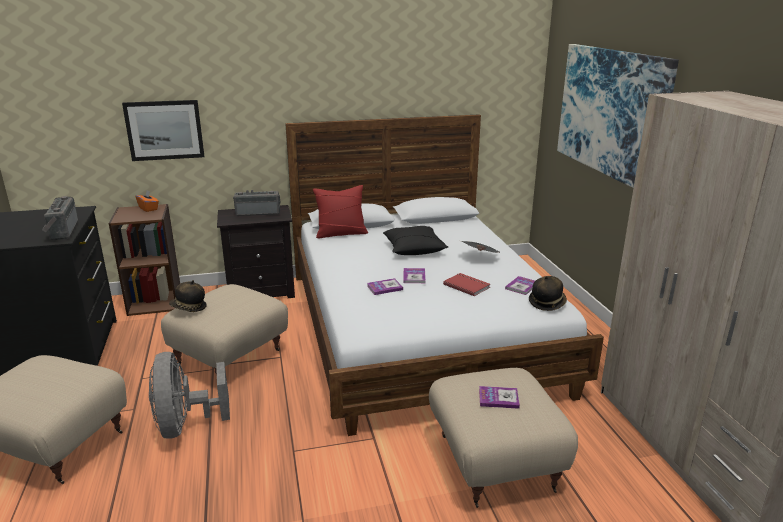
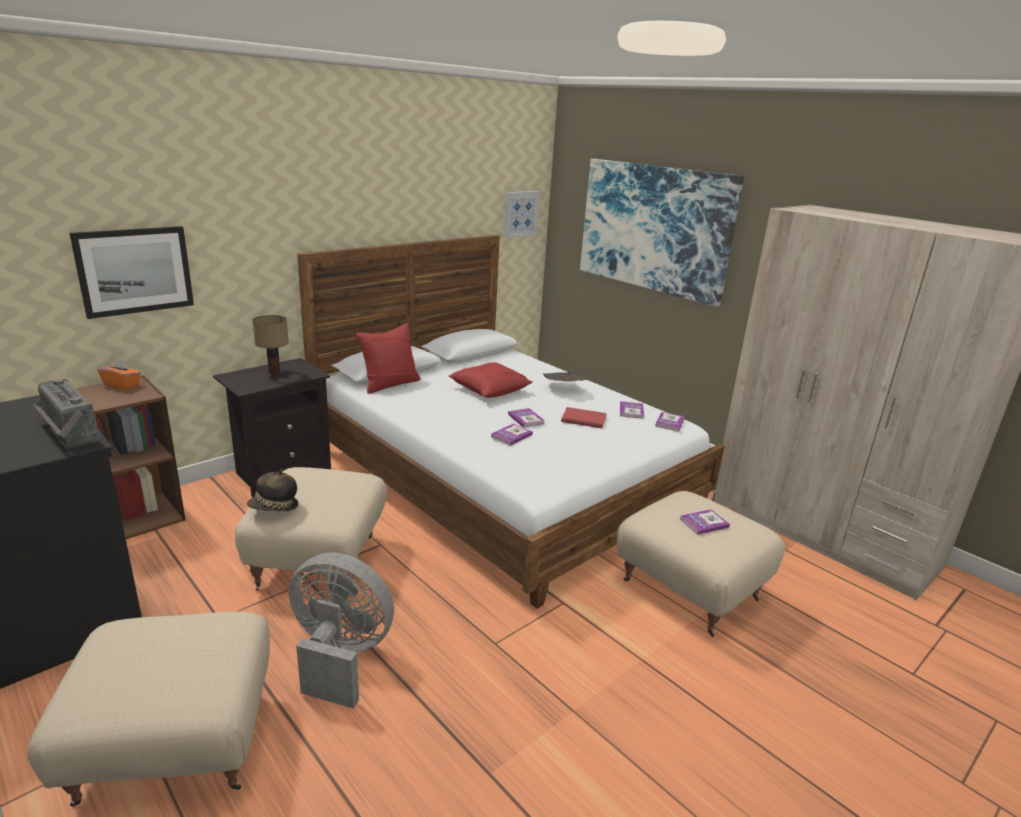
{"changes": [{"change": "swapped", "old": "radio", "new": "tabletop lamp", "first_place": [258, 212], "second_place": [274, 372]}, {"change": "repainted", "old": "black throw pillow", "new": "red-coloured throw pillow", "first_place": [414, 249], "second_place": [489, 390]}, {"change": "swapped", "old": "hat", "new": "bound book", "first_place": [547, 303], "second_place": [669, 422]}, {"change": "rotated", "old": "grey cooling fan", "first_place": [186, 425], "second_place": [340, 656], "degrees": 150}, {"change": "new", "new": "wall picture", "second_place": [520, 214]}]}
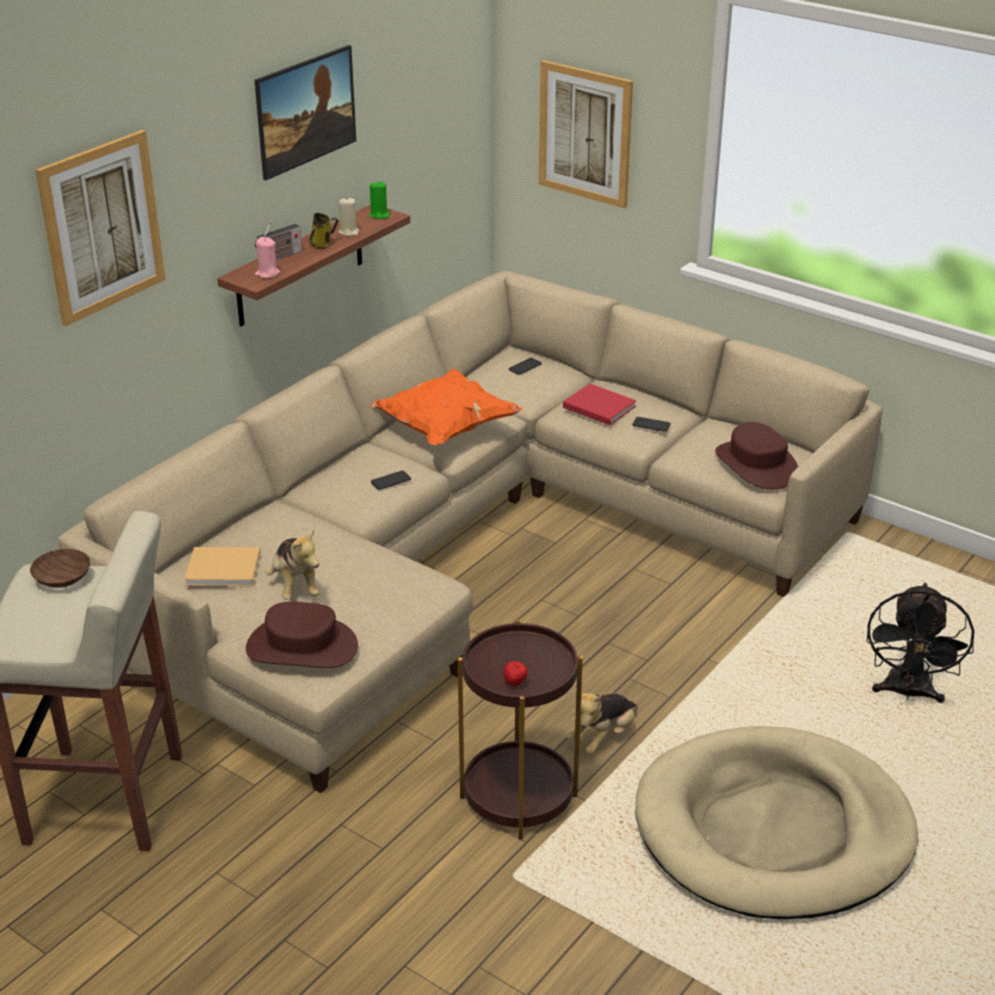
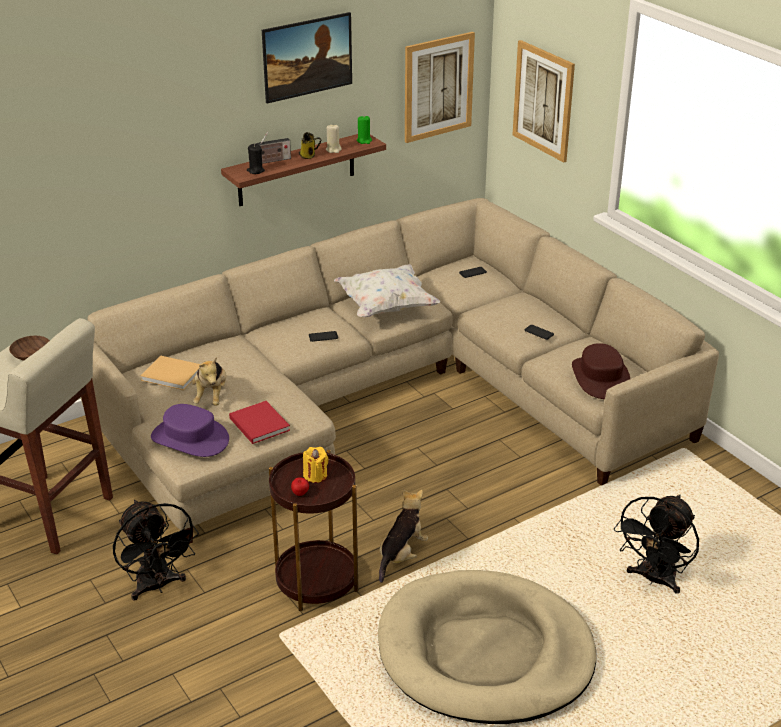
{"changes": [{"change": "shifted", "old": "wall picture", "first_place": [102, 227], "second_place": [438, 87]}, {"change": "repainted", "old": "pinkish wax candle", "new": "black wax candle", "first_place": [267, 274], "second_place": [255, 171]}, {"change": "repainted", "old": "orange-coloured throw pillow", "new": "whitish throw pillow", "first_place": [446, 428], "second_place": [386, 307]}, {"change": "shifted", "old": "red-coloured bound book", "first_place": [597, 406], "second_place": [258, 423]}, {"change": "repainted", "old": "brown hat", "new": "purple hat", "first_place": [302, 647], "second_place": [190, 438]}, {"change": "rotated", "old": "cuddly toy", "first_place": [603, 737], "second_place": [401, 555], "degrees": 150}, {"change": "new", "new": "yellow-coloured wax candle", "second_place": [315, 475]}, {"change": "new", "new": "black cooling fan", "second_place": [157, 586]}]}
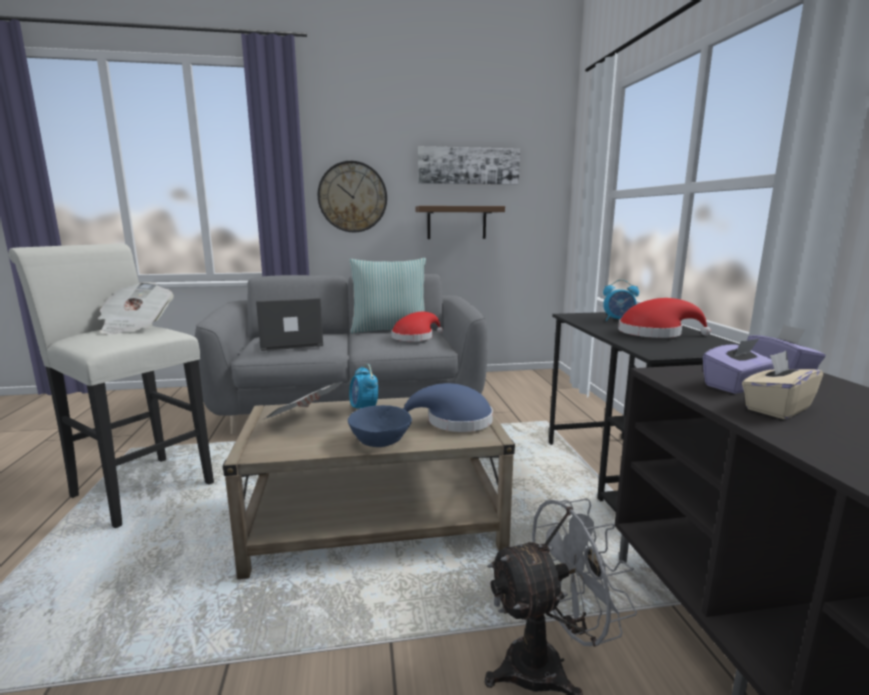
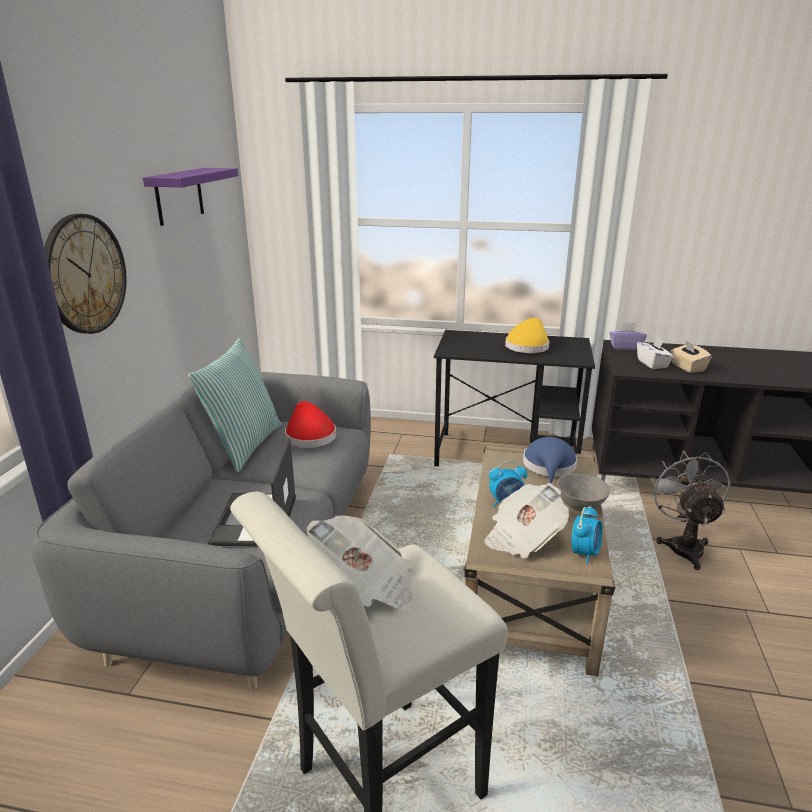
{"changes": [{"change": "swapped", "old": "wall picture", "new": "purple wall shelf", "first_place": [468, 166], "second_place": [179, 195]}, {"change": "gone", "old": "brown wall shelf", "first_place": [456, 222]}, {"change": "shifted", "old": "alarm clock", "first_place": [618, 320], "second_place": [584, 553]}, {"change": "repainted", "old": "red-coloured hat", "new": "yellow-coloured hat", "first_place": [655, 333], "second_place": [527, 346]}, {"change": "repainted", "old": "purple tissue holder", "new": "whitish tissue holder", "first_place": [735, 386], "second_place": [652, 364]}, {"change": "repainted", "old": "blue-coloured deep dish", "new": "grey deep dish", "first_place": [379, 442], "second_place": [581, 505]}]}
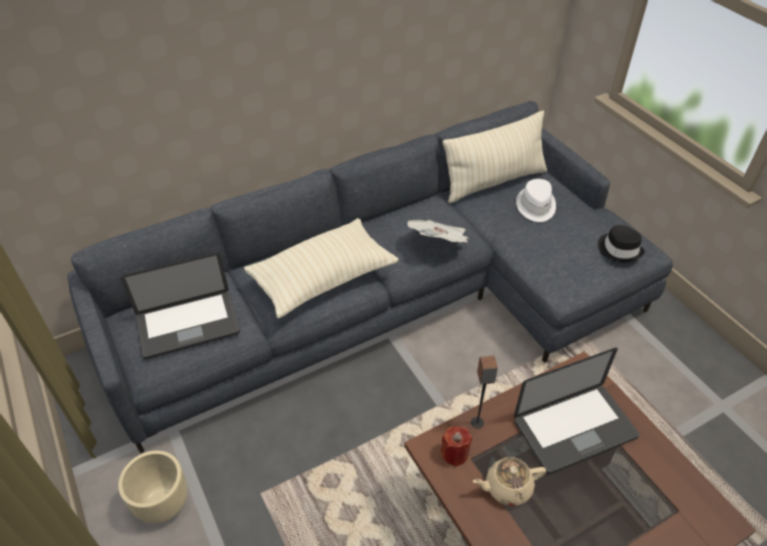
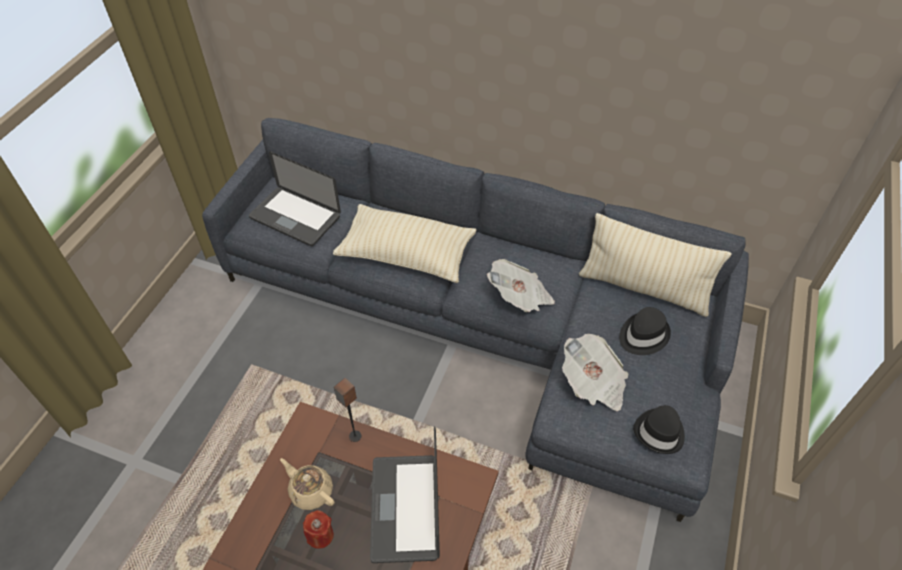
{"changes": [{"change": "repainted", "old": "whitish hat", "new": "black hat", "first_place": [535, 206], "second_place": [642, 335]}, {"change": "rotated", "old": "portable computer", "first_place": [574, 429], "second_place": [405, 508], "degrees": 60}, {"change": "shifted", "old": "red-coloured wax candle", "first_place": [455, 453], "second_place": [320, 535]}, {"change": "gone", "old": "beige-coloured flower pot", "first_place": [162, 504]}, {"change": "new", "new": "daily paper", "second_place": [593, 383]}]}
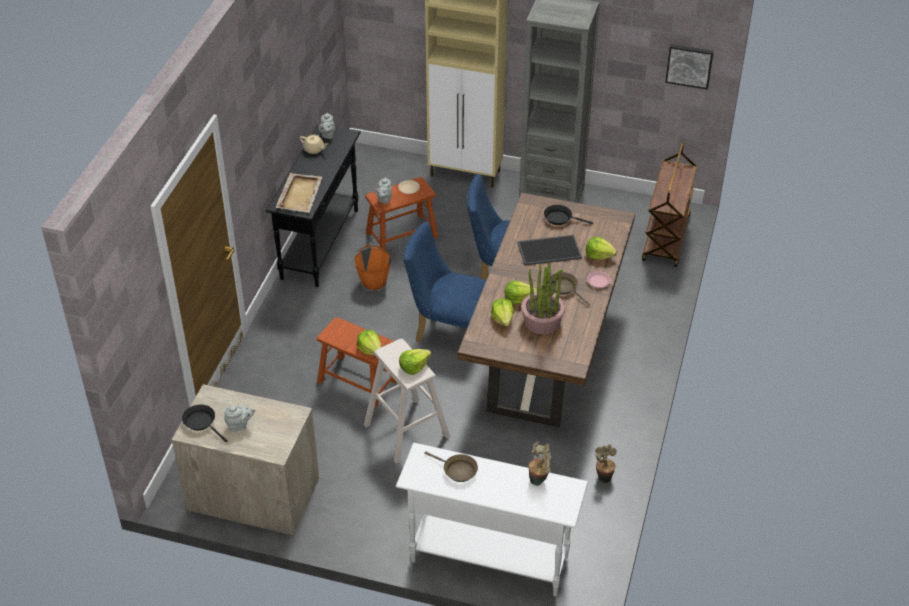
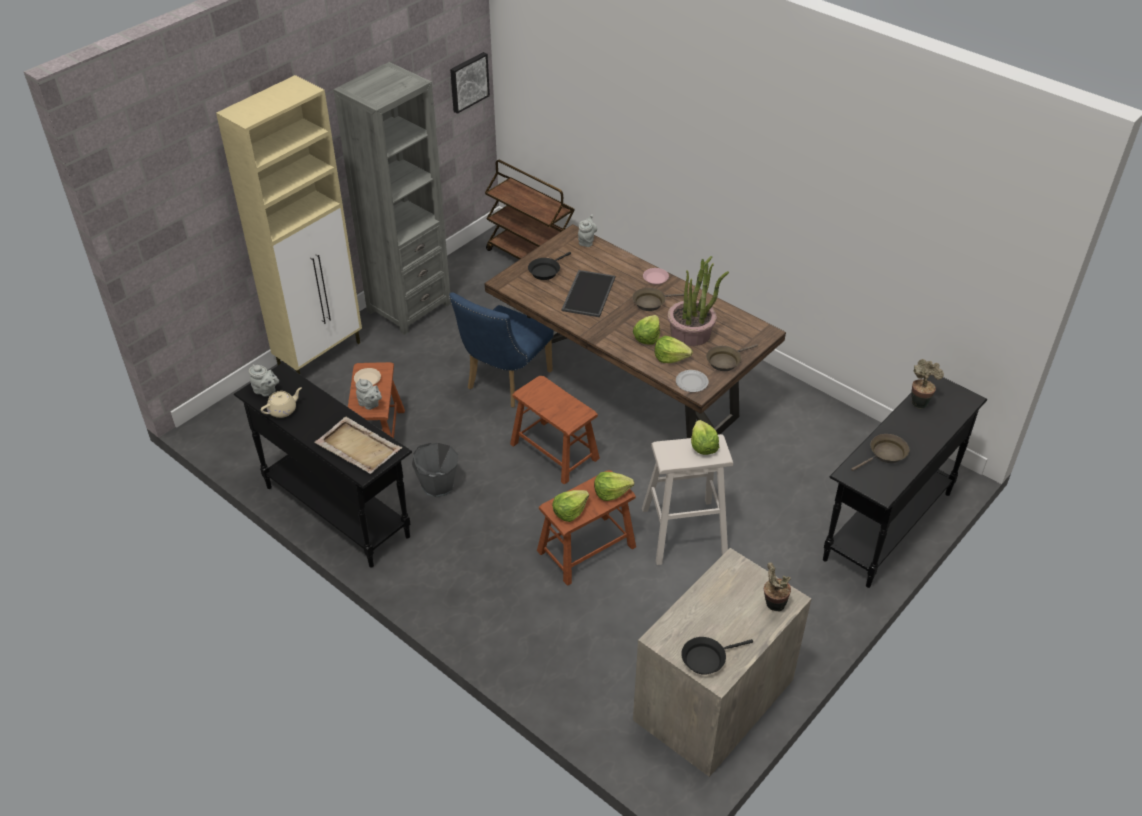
{"changes": [{"change": "swapped", "old": "blue-coloured plain chair", "new": "brown sitting stool", "first_place": [446, 330], "second_place": [554, 451]}, {"change": "shifted", "old": "lettuce head", "first_place": [599, 255], "second_place": [569, 511]}, {"change": "repainted", "old": "orange-coloured pail", "new": "grey pail", "first_place": [373, 282], "second_place": [437, 485]}, {"change": "shifted", "old": "grey teapot", "first_place": [239, 426], "second_place": [586, 241]}, {"change": "repainted", "old": "whitish narrow table", "new": "black narrow table", "first_place": [489, 558], "second_place": [886, 526]}, {"change": "shifted", "old": "plant in a pot", "first_place": [603, 476], "second_place": [773, 604]}, {"change": "new", "new": "brown skillet", "second_place": [725, 361]}, {"change": "new", "new": "flat dish", "second_place": [692, 383]}]}
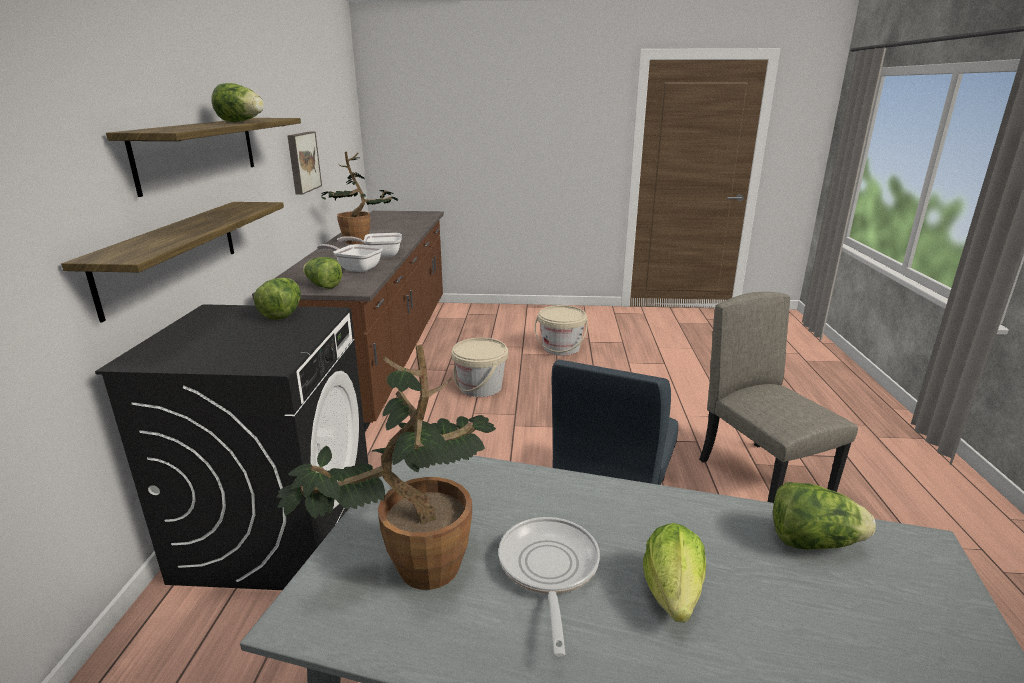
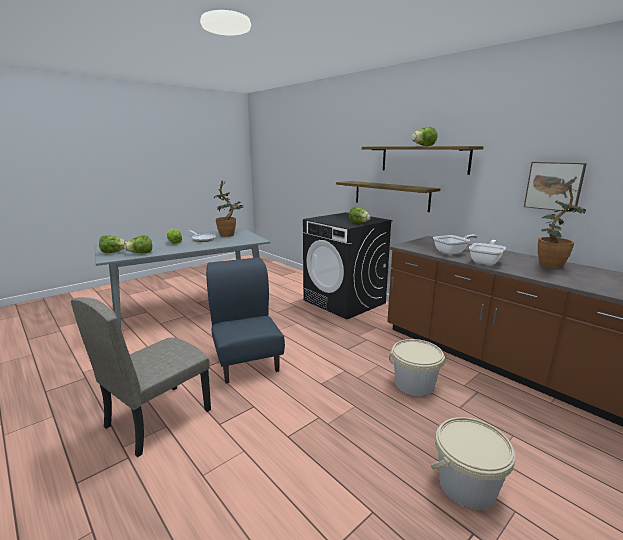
{"changes": [{"change": "shifted", "old": "lettuce head", "first_place": [323, 286], "second_place": [113, 252]}, {"change": "rotated", "old": "beige-coloured plain chair", "first_place": [764, 477], "second_place": [158, 417], "degrees": 105}]}
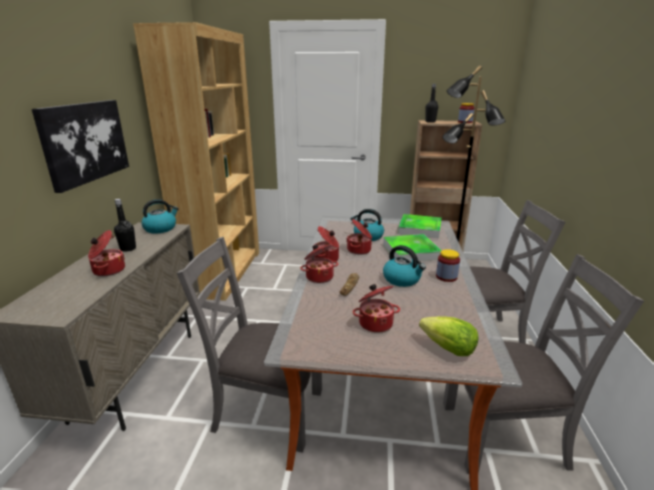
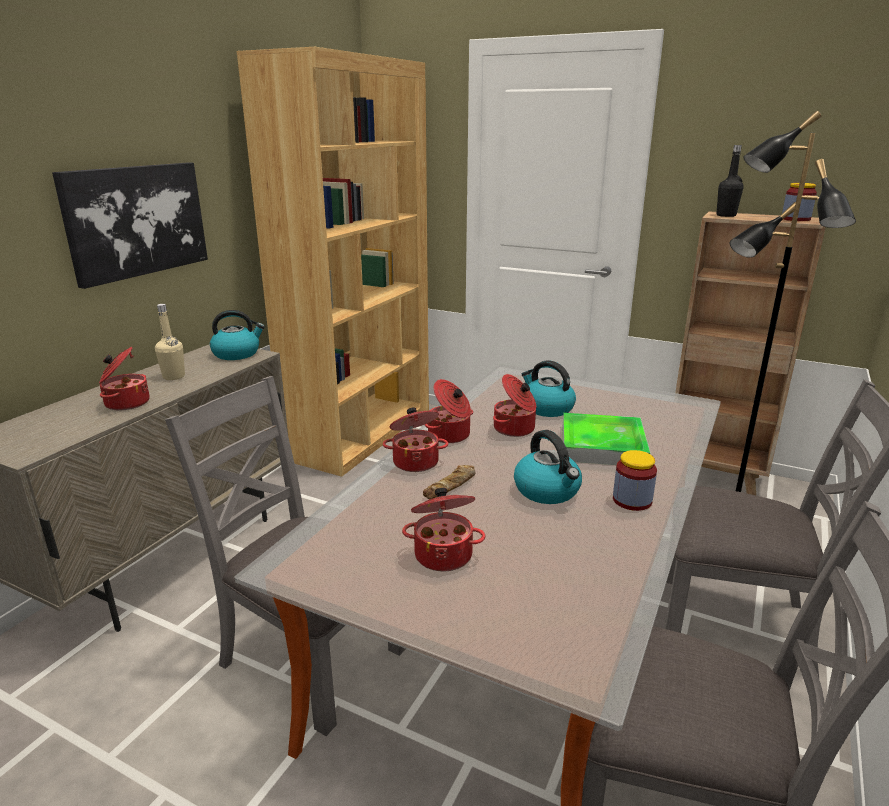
{"changes": [{"change": "repainted", "old": "black bottle", "new": "beige-coloured bottle", "first_place": [128, 248], "second_place": [174, 376]}, {"change": "gone", "old": "tray", "first_place": [420, 229]}, {"change": "gone", "old": "lettuce head", "first_place": [448, 349]}]}
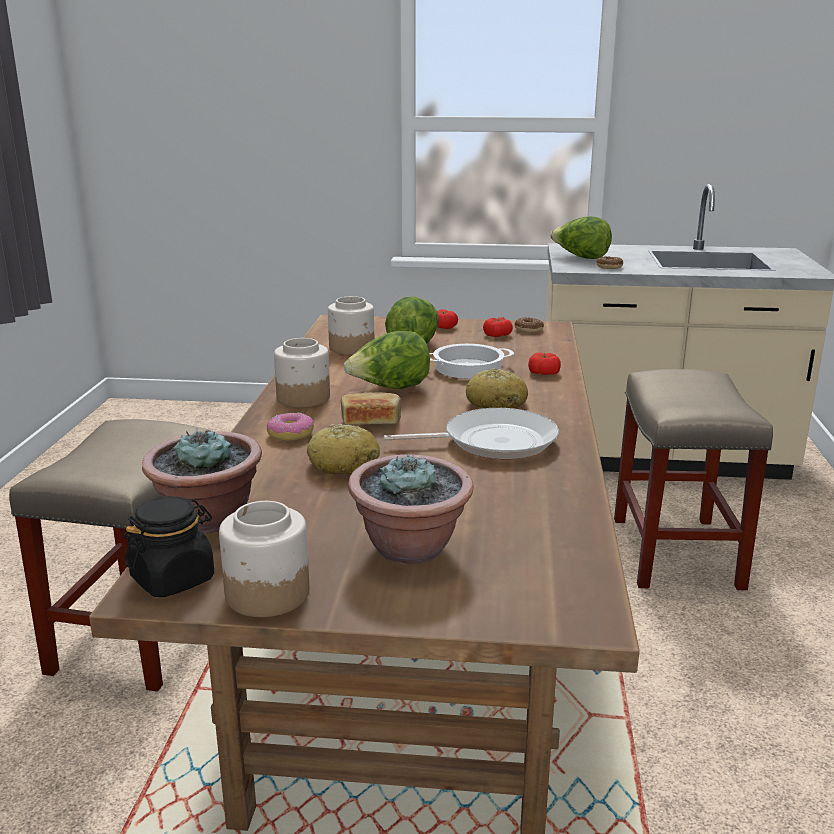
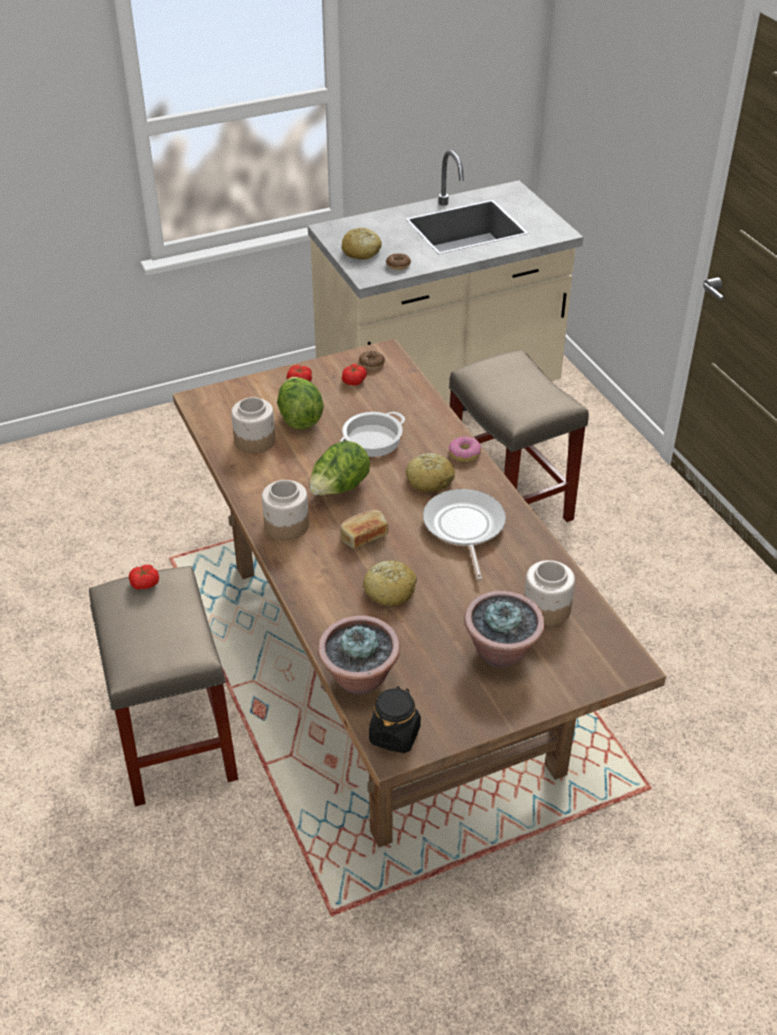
{"changes": [{"change": "swapped", "old": "lettuce head", "new": "baked bread", "first_place": [581, 258], "second_place": [361, 252]}, {"change": "shifted", "old": "fresh tomato", "first_place": [544, 373], "second_place": [145, 583]}, {"change": "rotated", "old": "skillet", "first_place": [493, 442], "second_place": [464, 528], "degrees": -60}, {"change": "shifted", "old": "doughnut", "first_place": [291, 434], "second_place": [464, 454]}, {"change": "shifted", "old": "storage jar", "first_place": [266, 593], "second_place": [546, 608]}]}
